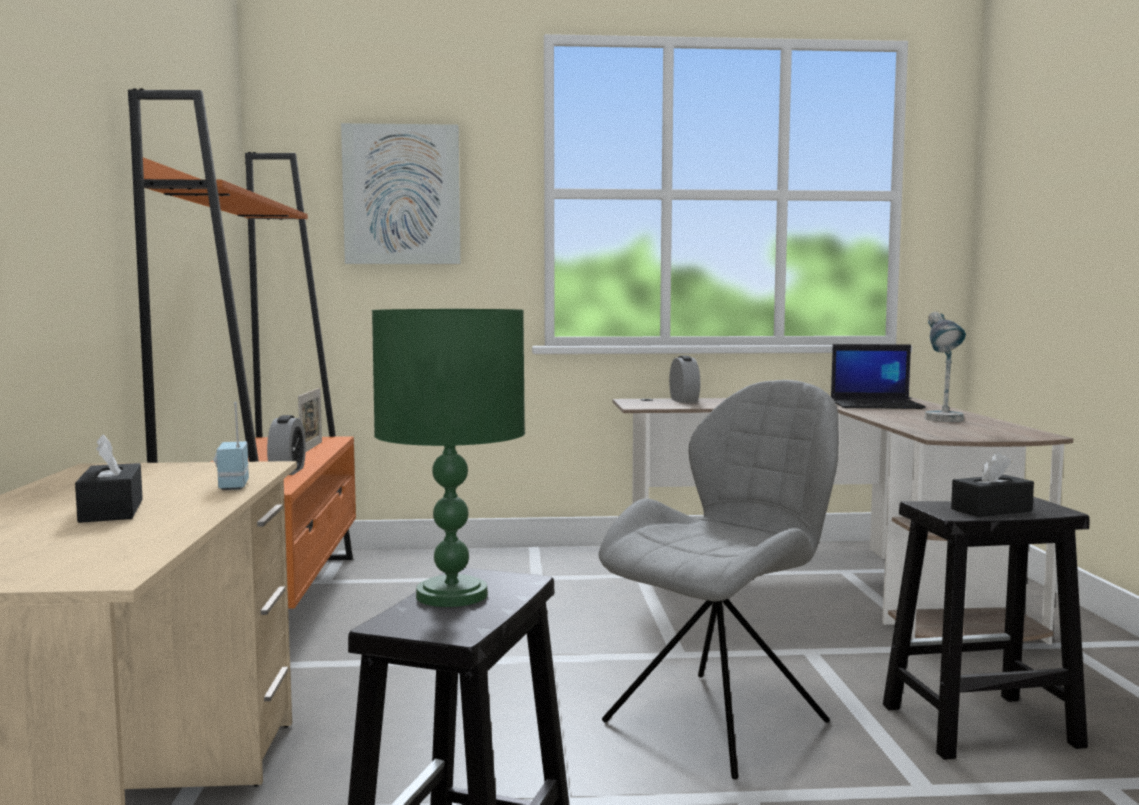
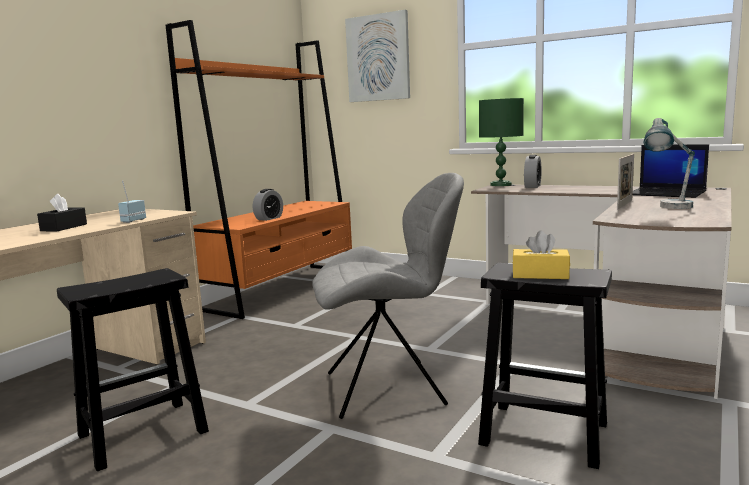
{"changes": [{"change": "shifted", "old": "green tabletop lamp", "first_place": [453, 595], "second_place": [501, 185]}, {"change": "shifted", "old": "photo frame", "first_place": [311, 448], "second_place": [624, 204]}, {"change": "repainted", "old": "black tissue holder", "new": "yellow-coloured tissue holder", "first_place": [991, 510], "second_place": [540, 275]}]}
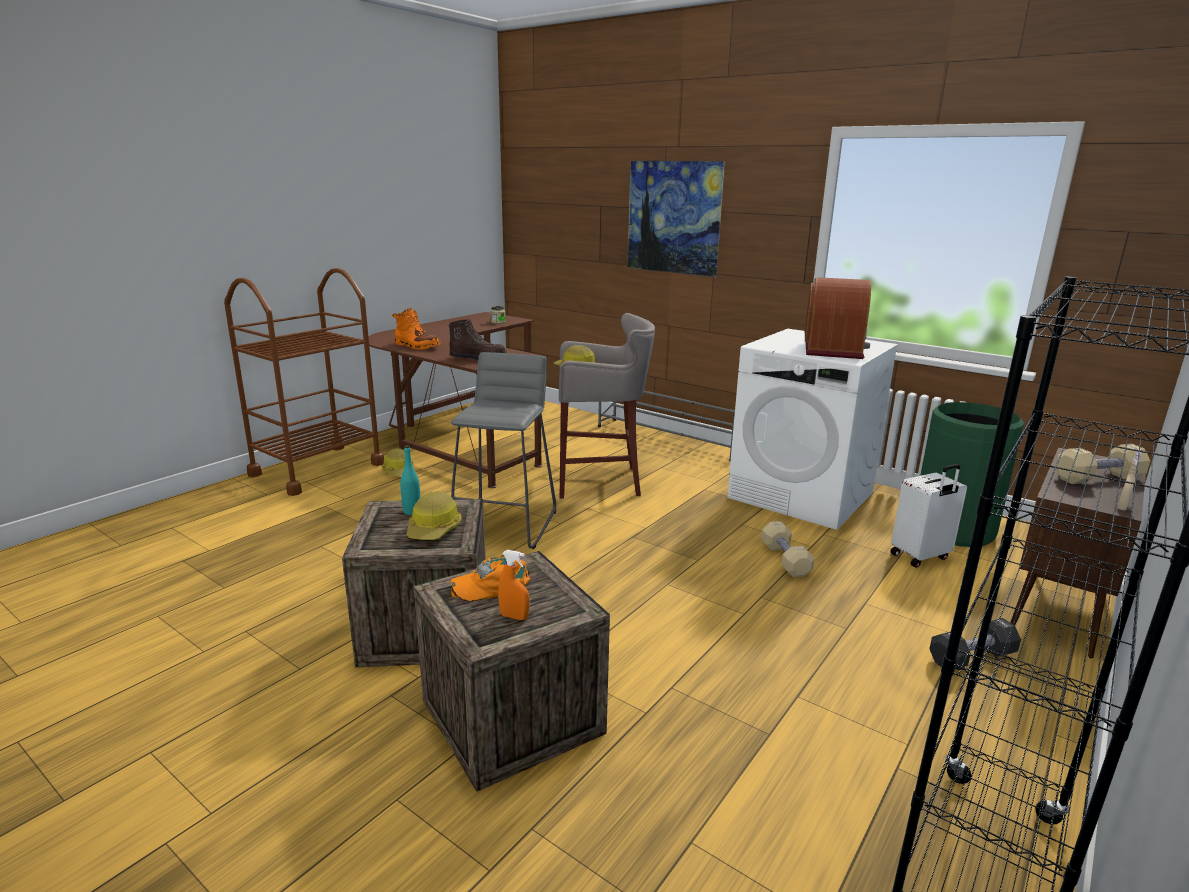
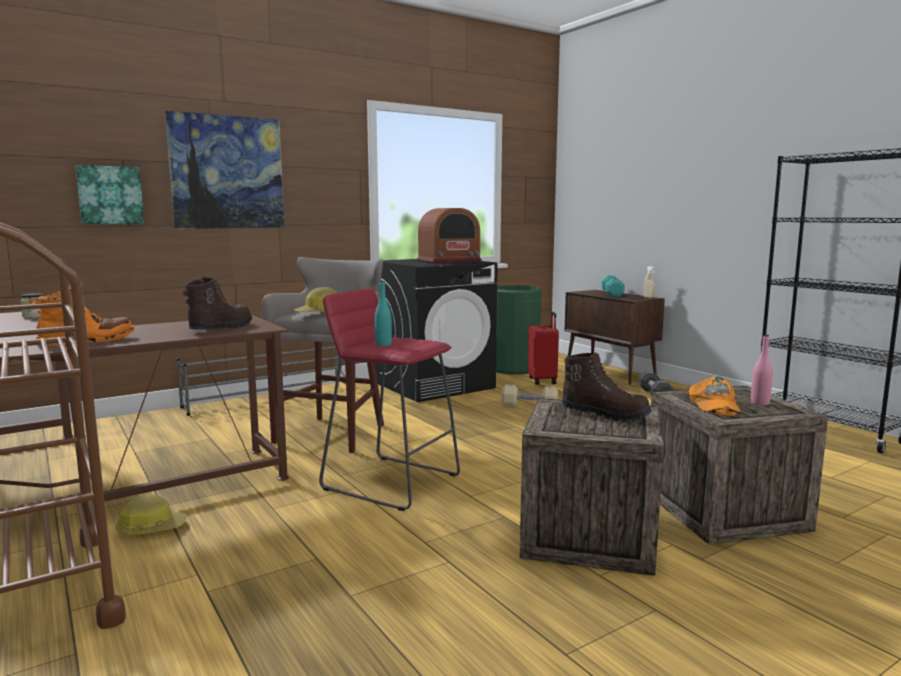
{"changes": [{"change": "rotated", "old": "radio", "first_place": [834, 349], "second_place": [449, 261], "degrees": 120}, {"change": "repainted", "old": "whitish laundry machine", "new": "black laundry machine", "first_place": [801, 495], "second_place": [435, 385]}, {"change": "repainted", "old": "grey sitting stool", "new": "red-coloured sitting stool", "first_place": [505, 524], "second_place": [391, 481]}, {"change": "repainted", "old": "beige-coloured free weight", "new": "turquoise free weight", "first_place": [1098, 478], "second_place": [612, 294]}, {"change": "shifted", "old": "turquoise bottle", "first_place": [412, 511], "second_place": [383, 344]}, {"change": "repainted", "old": "whitish travel case", "new": "red-coloured travel case", "first_place": [920, 557], "second_place": [543, 380]}, {"change": "swapped", "old": "hard hat", "new": "brown tall boot", "first_place": [434, 529], "second_place": [605, 414]}, {"change": "swapped", "old": "orange-coloured sprayer", "new": "pinkish bottle", "first_place": [514, 616], "second_place": [760, 403]}, {"change": "new", "new": "wall picture", "second_place": [110, 195]}]}
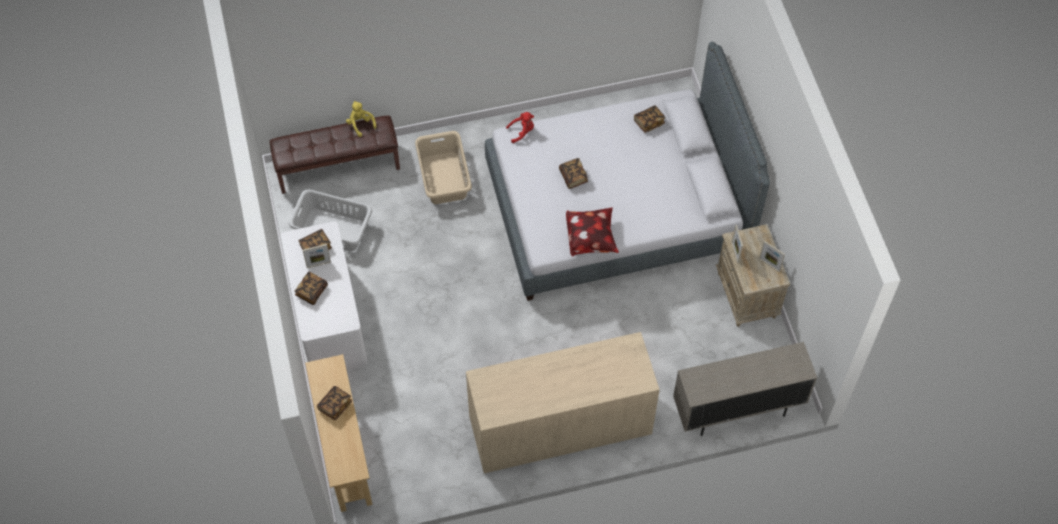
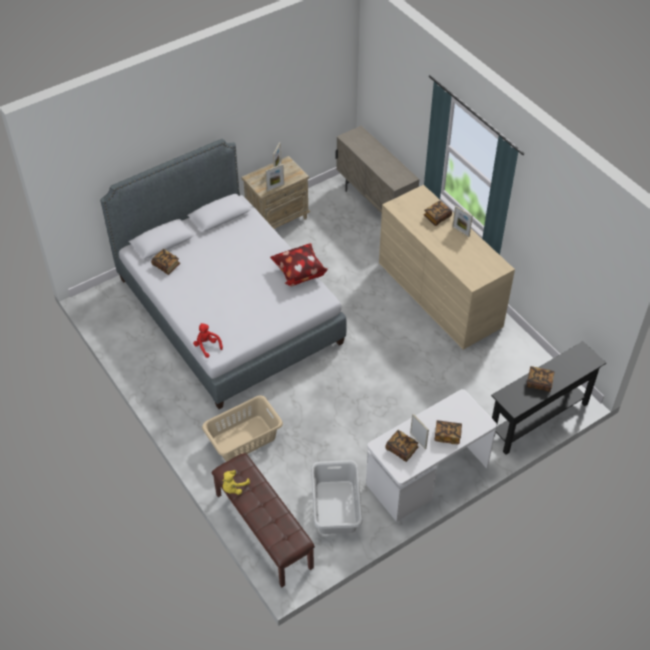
{"changes": [{"change": "shifted", "old": "bound book", "first_place": [573, 177], "second_place": [437, 217]}, {"change": "repainted", "old": "beige-coloured narrow table", "new": "black narrow table", "first_place": [344, 451], "second_place": [538, 420]}, {"change": "new", "new": "photo frame", "second_place": [460, 231]}]}
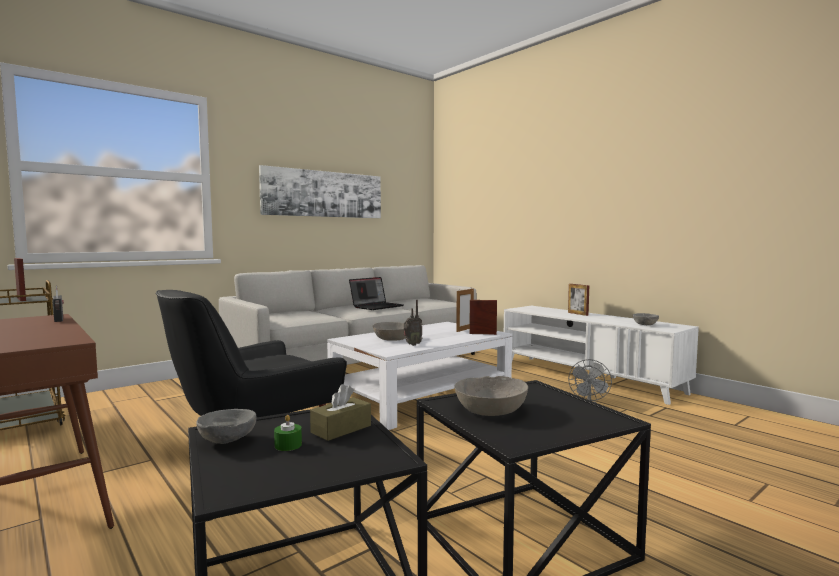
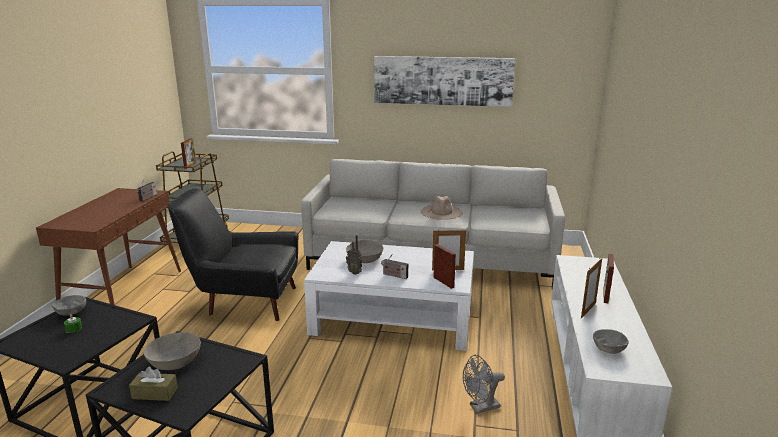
{"changes": [{"change": "swapped", "old": "portable computer", "new": "beige-coloured hat", "first_place": [377, 306], "second_place": [441, 212]}, {"change": "shifted", "old": "brown tissue holder", "first_place": [341, 429], "second_place": [155, 393]}, {"change": "new", "new": "radio", "second_place": [394, 275]}, {"change": "new", "new": "photo frame", "second_place": [588, 310]}]}
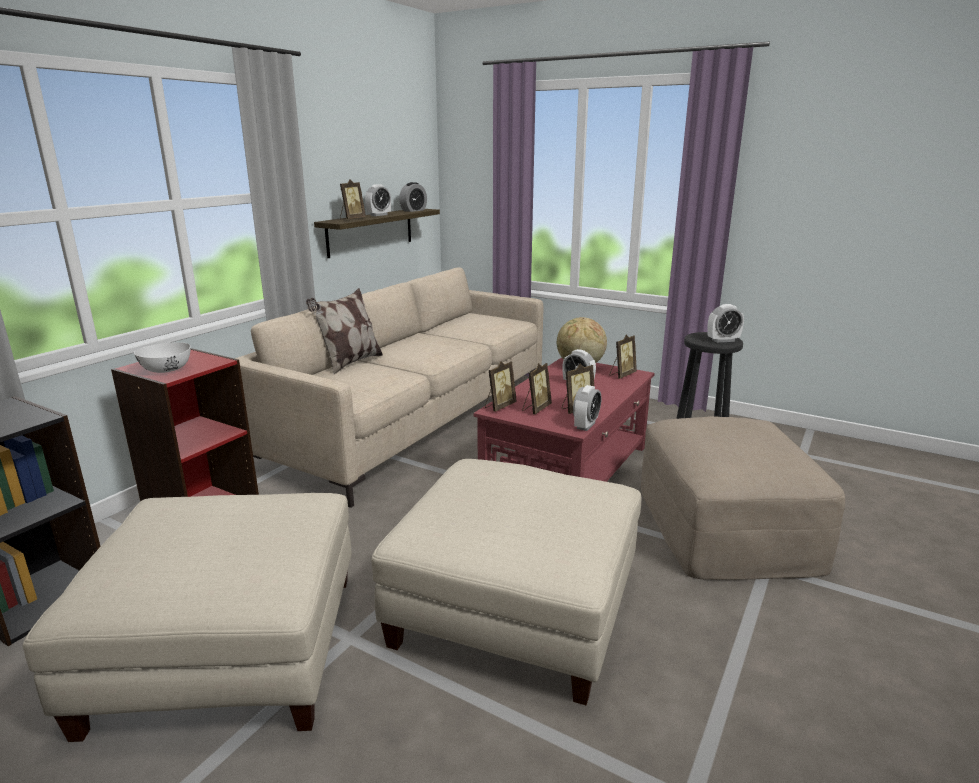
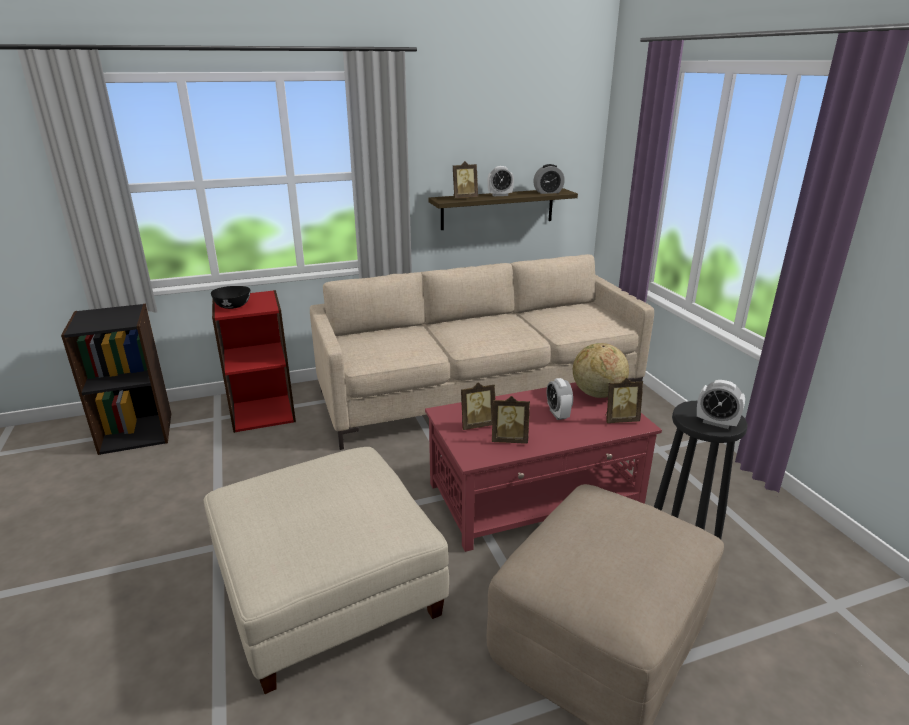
{"changes": [{"change": "gone", "old": "throw pillow", "first_place": [349, 363]}, {"change": "repainted", "old": "whitish deep dish", "new": "black deep dish", "first_place": [166, 370], "second_place": [232, 306]}, {"change": "gone", "old": "photo frame", "first_place": [499, 406]}, {"change": "gone", "old": "alarm clock", "first_place": [586, 425]}, {"change": "gone", "old": "beige-coloured pouffe", "first_place": [228, 649]}]}
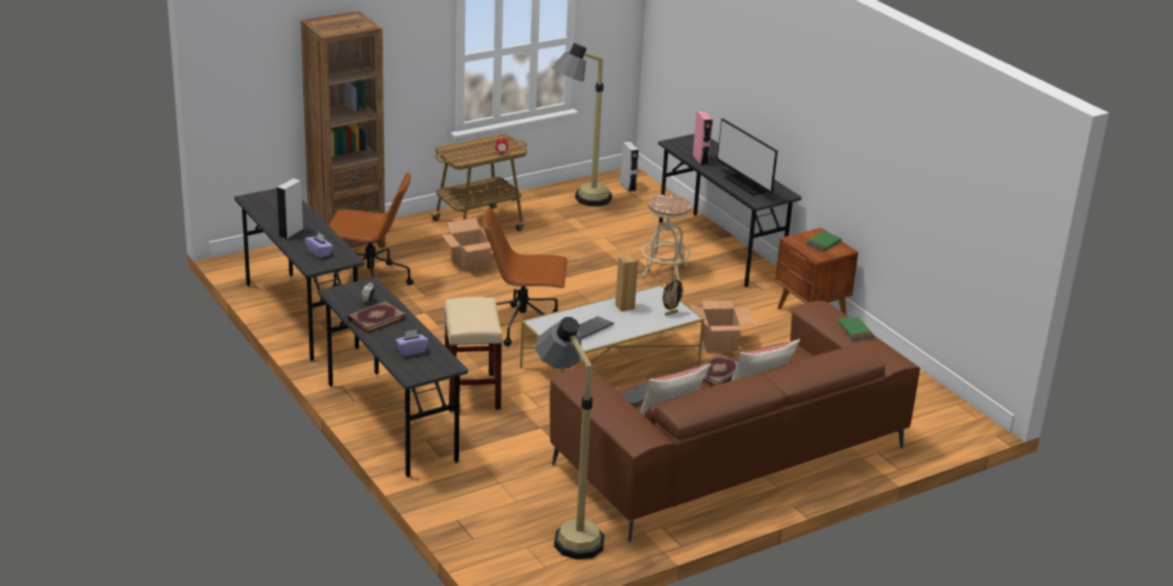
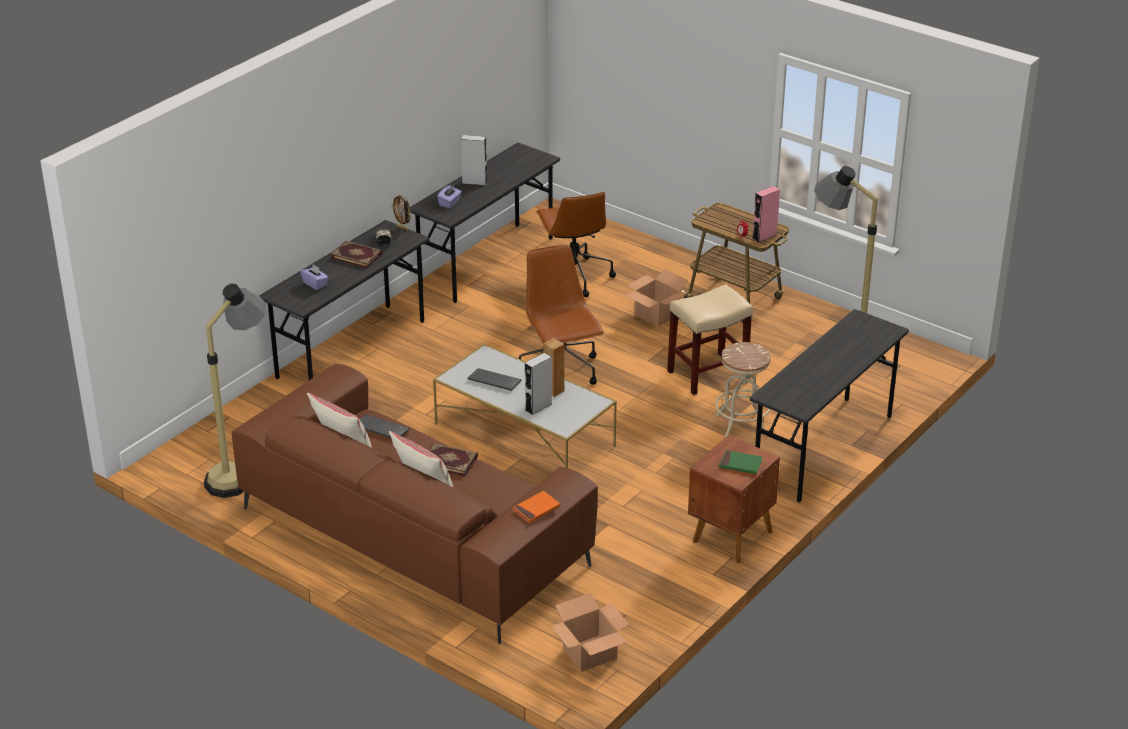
{"changes": [{"change": "gone", "old": "brown shelving unit", "first_place": [346, 242]}, {"change": "shifted", "old": "pinkish loudspeaker", "first_place": [700, 160], "second_place": [764, 236]}, {"change": "gone", "old": "monitor", "first_place": [748, 184]}, {"change": "shifted", "old": "grey loudspeaker", "first_place": [628, 186], "second_place": [538, 407]}, {"change": "shifted", "old": "photo frame", "first_place": [671, 313], "second_place": [402, 228]}, {"change": "shifted", "old": "beige-coloured sitting stool", "first_place": [472, 393], "second_place": [707, 375]}, {"change": "shifted", "old": "packing box", "first_place": [718, 342], "second_place": [590, 653]}, {"change": "repainted", "old": "green bound book", "new": "orange-coloured bound book", "first_place": [855, 330], "second_place": [536, 509]}]}
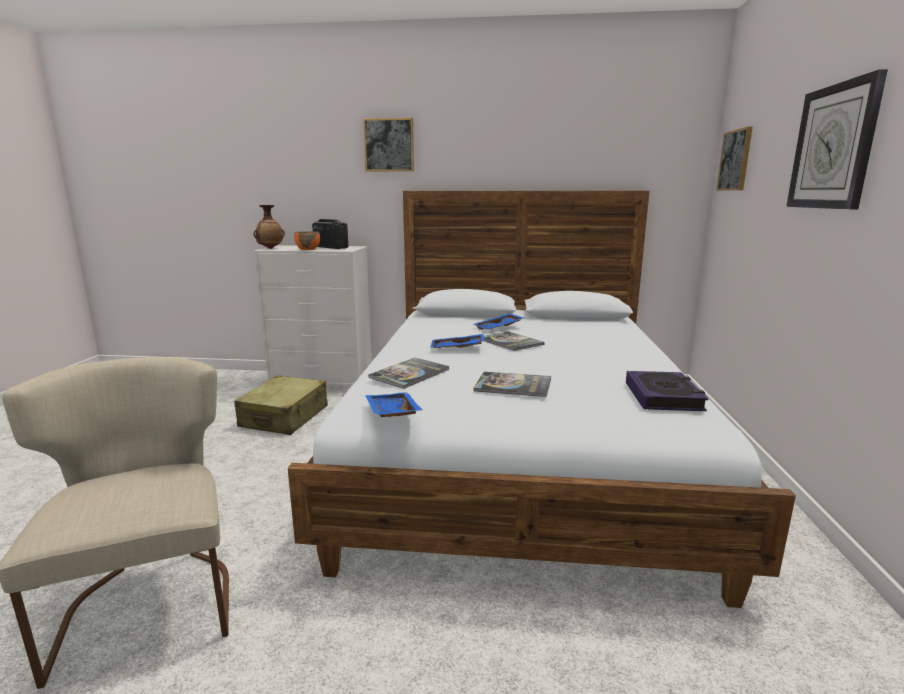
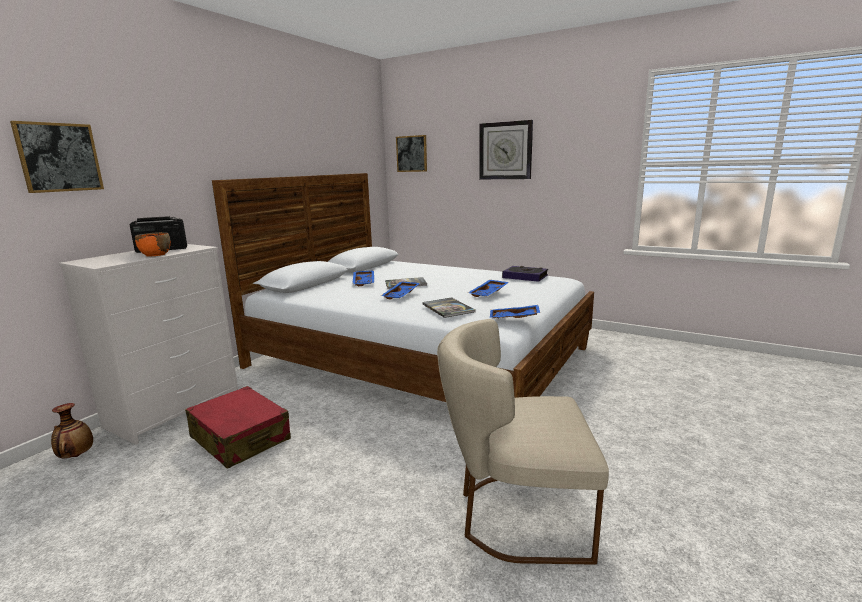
{"changes": [{"change": "shifted", "old": "wall picture", "first_place": [389, 145], "second_place": [59, 157]}, {"change": "shifted", "old": "flower vase", "first_place": [270, 248], "second_place": [76, 456]}, {"change": "swapped", "old": "bound book", "new": "blue-coloured tray", "first_place": [513, 385], "second_place": [489, 293]}, {"change": "repainted", "old": "beige-coloured travel case", "new": "red-coloured travel case", "first_place": [285, 417], "second_place": [240, 438]}]}
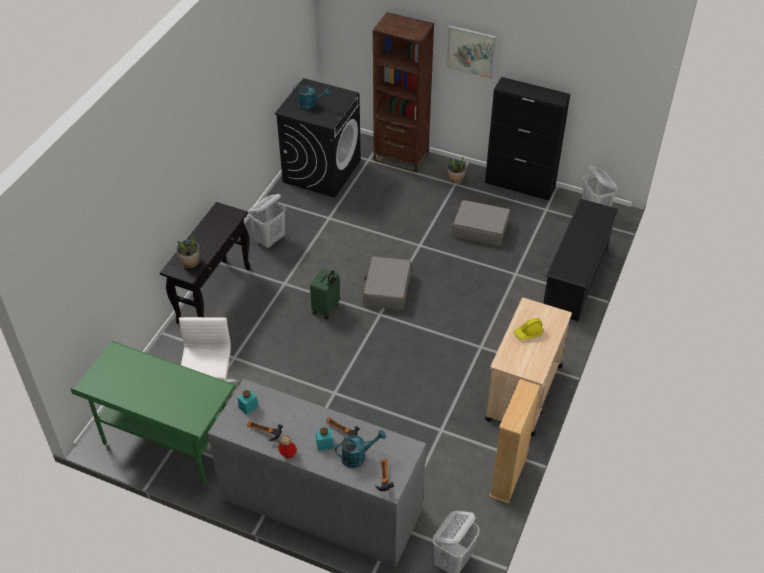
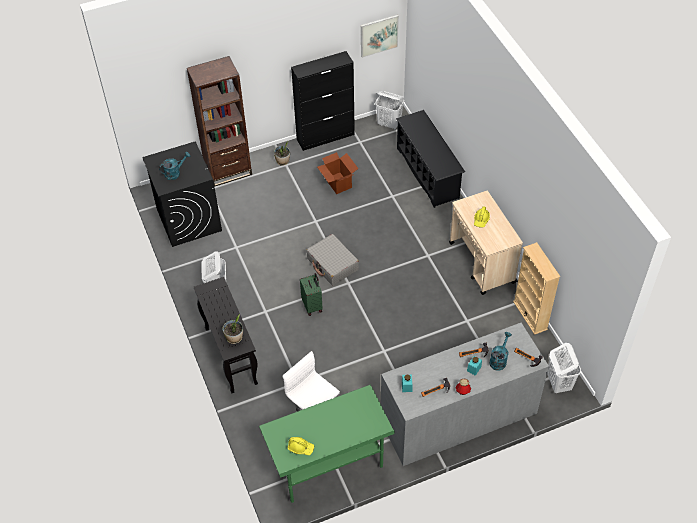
{"changes": [{"change": "shifted", "old": "wall picture", "first_place": [471, 51], "second_place": [379, 35]}, {"change": "swapped", "old": "grey travel case", "new": "packing box", "first_place": [480, 229], "second_place": [338, 183]}, {"change": "new", "new": "yellow-coloured hard hat", "second_place": [300, 447]}]}
